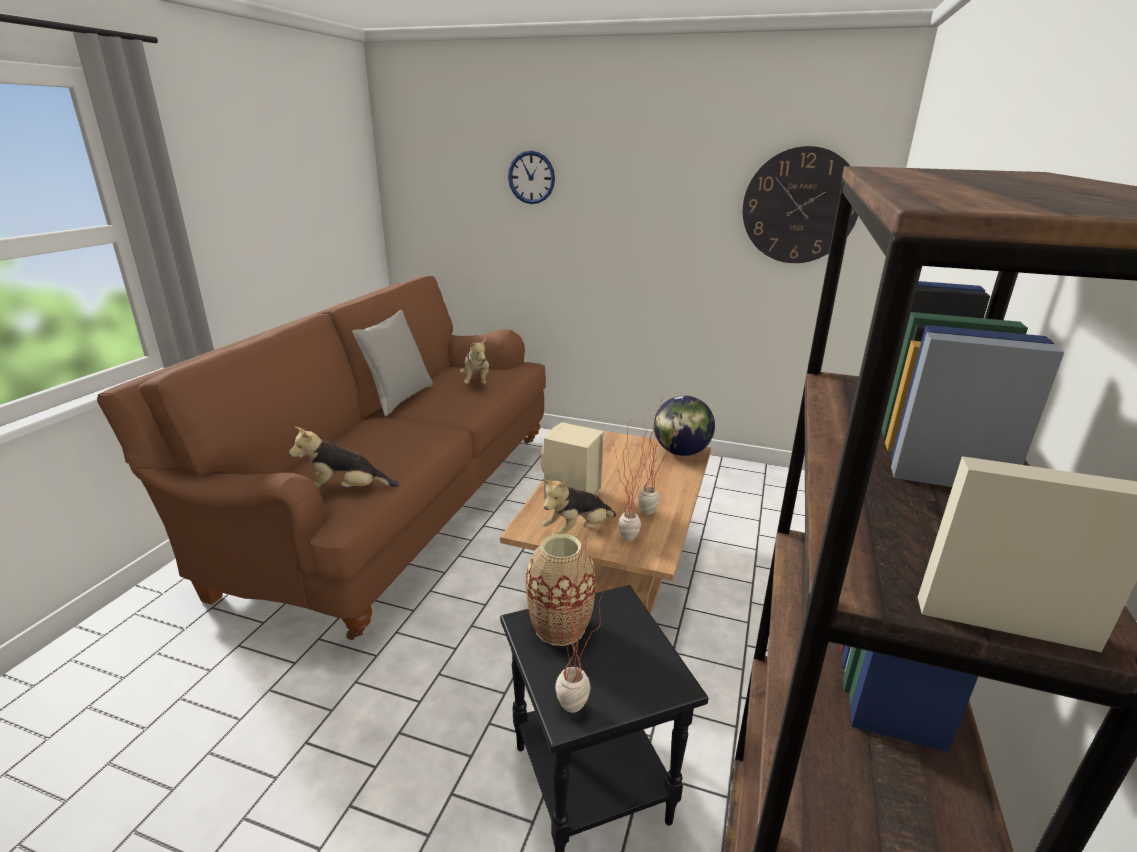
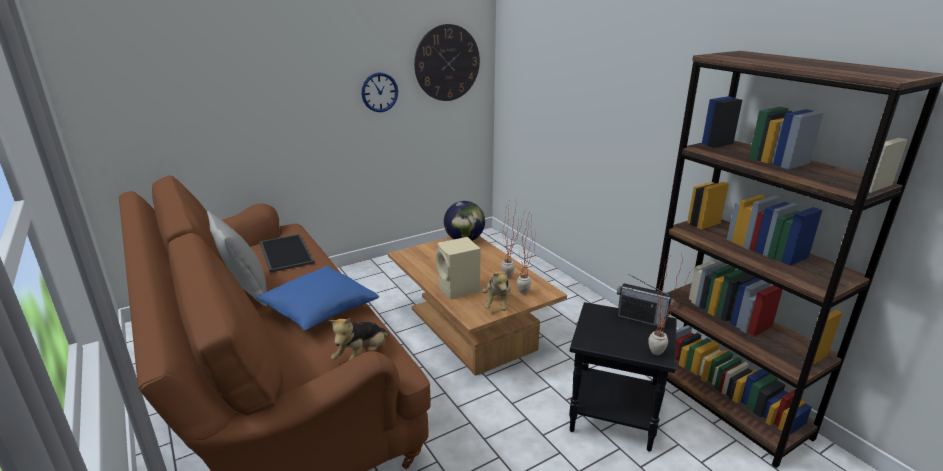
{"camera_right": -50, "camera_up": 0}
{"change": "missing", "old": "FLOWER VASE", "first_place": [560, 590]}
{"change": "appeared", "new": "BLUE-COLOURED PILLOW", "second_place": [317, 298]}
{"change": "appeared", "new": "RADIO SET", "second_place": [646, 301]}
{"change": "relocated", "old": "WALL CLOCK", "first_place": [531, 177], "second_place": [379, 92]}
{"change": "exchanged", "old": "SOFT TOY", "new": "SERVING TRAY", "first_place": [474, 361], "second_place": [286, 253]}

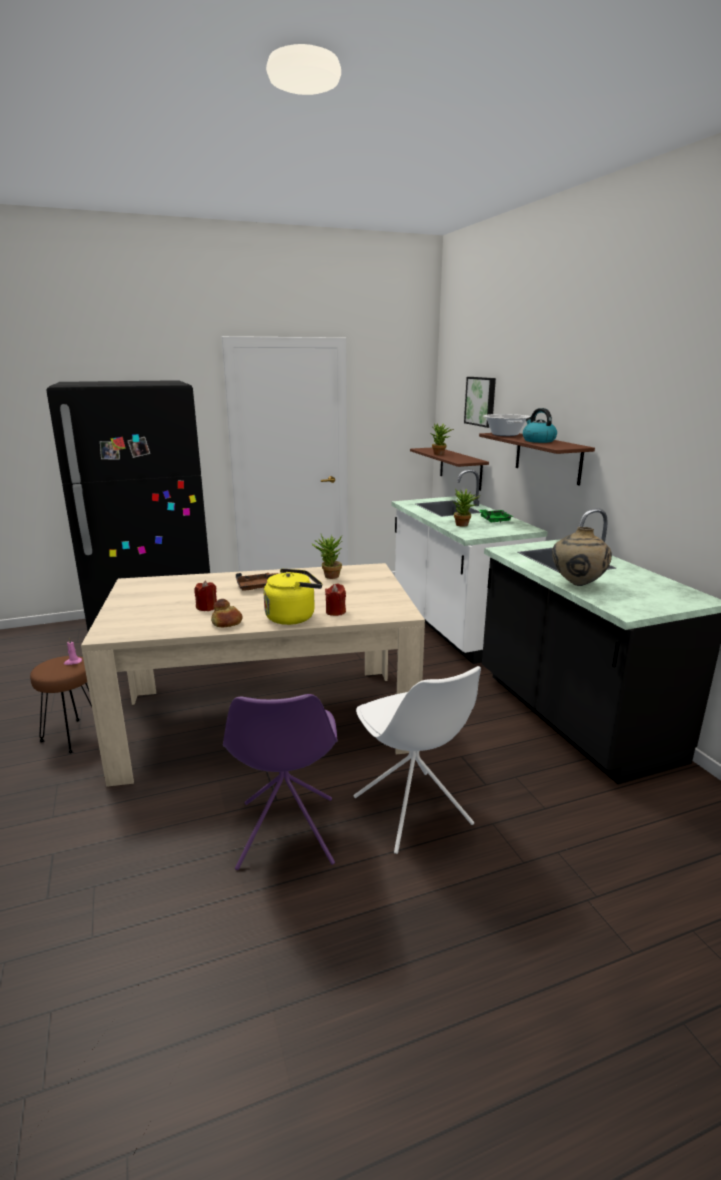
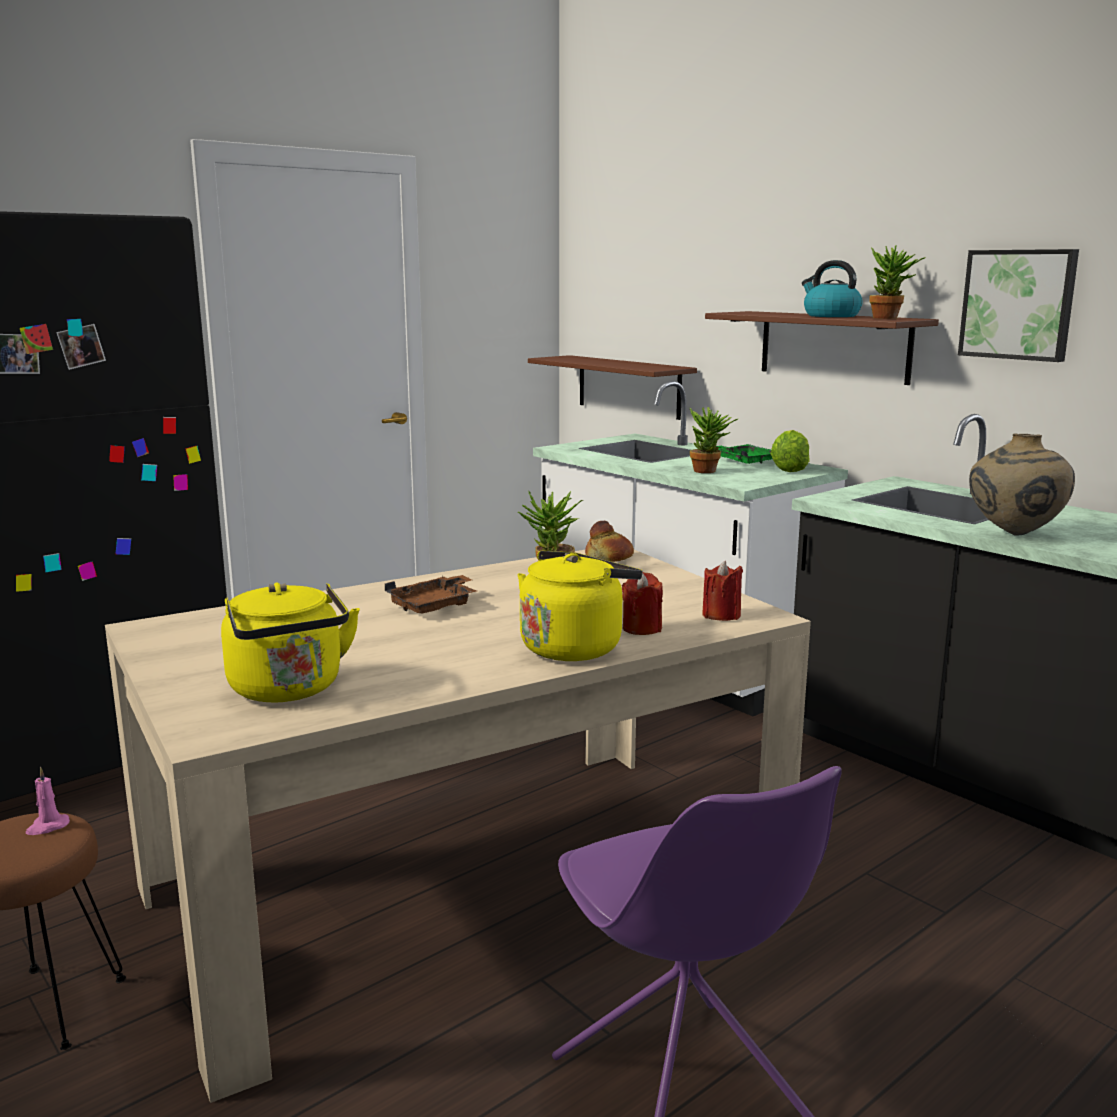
{"camera_right": -20, "camera_up": -5}
{"change": "missing", "old": "WHITISH PLAIN CHAIR", "first_place": [417, 760]}
{"change": "missing", "old": "STOCKPOT", "first_place": [506, 425]}
{"change": "appeared", "new": "YELLOWISH WATER KETTLE", "second_place": [290, 642]}
{"change": "appeared", "new": "LETTUCE", "second_place": [790, 451]}
{"change": "relocated", "old": "RED-COLOURED CANDLE", "first_place": [205, 595], "second_place": [722, 591]}
{"change": "relocated", "old": "BAKERY BREAD", "first_place": [227, 613], "second_place": [609, 541]}
{"change": "relocated", "old": "HOUSEPLANT", "first_place": [442, 439], "second_place": [897, 282]}
{"change": "relocated", "old": "WALL PICTURE", "first_place": [480, 402], "second_place": [1018, 305]}

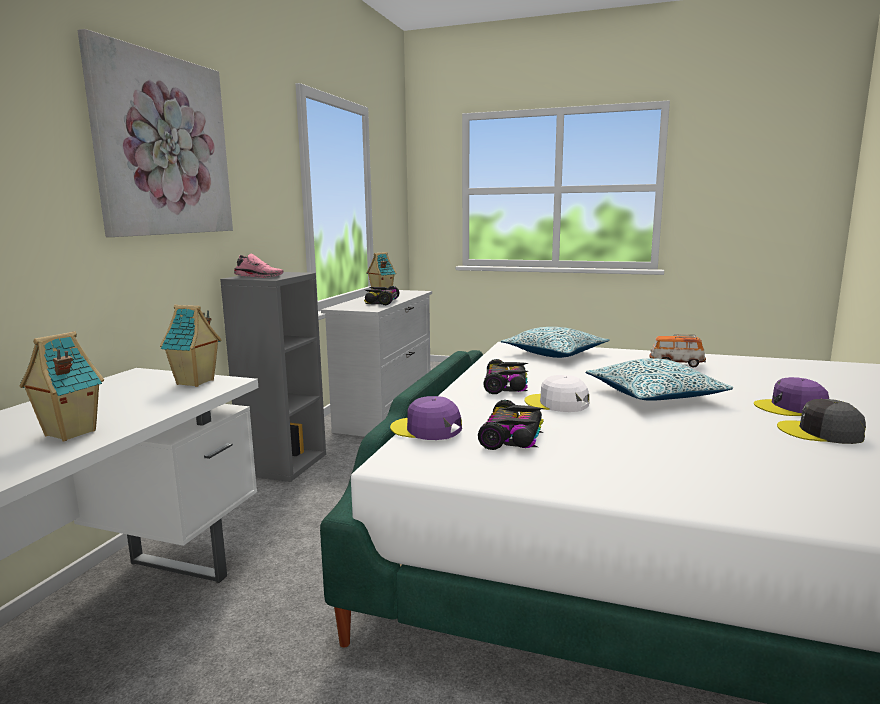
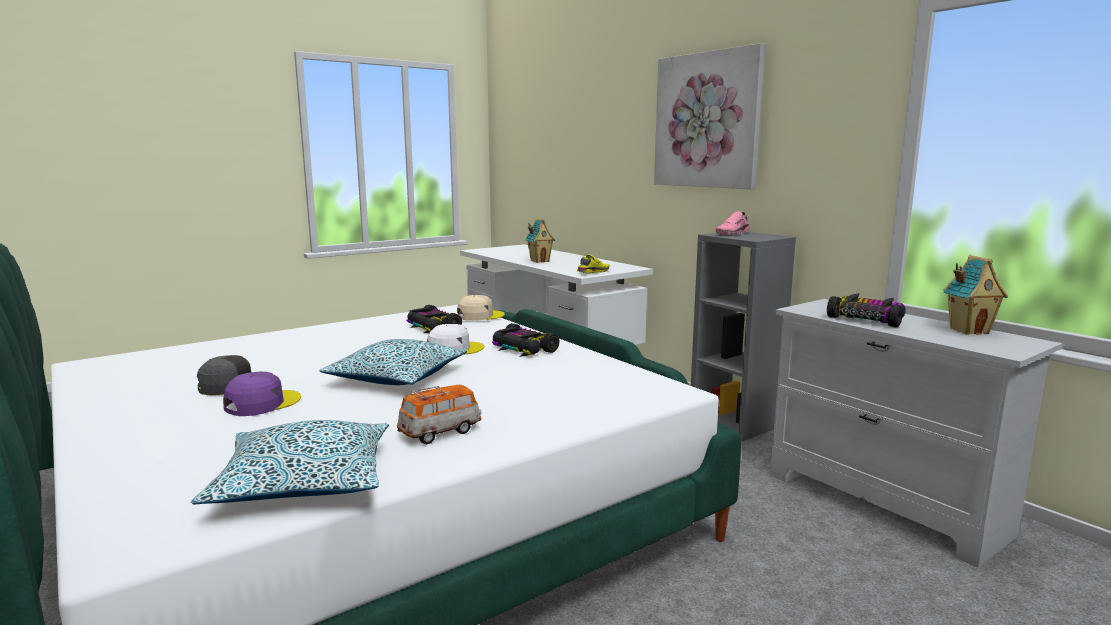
{"camera_right": 125, "camera_up": 0}
{"change": "relocated", "old": "PILLOW", "first_place": [555, 342], "second_place": [290, 462]}
{"change": "exchanged", "old": "MODEL HOUSE", "new": "YELLOWISH ITEM OF FOOTWEAR", "first_place": [191, 346], "second_place": [593, 263]}
{"change": "colour", "old": "PURPLE-COLOURED PEAKED CAP", "new": "BEIGE PEAKED CAP", "first_place": [426, 418], "second_place": [481, 308]}

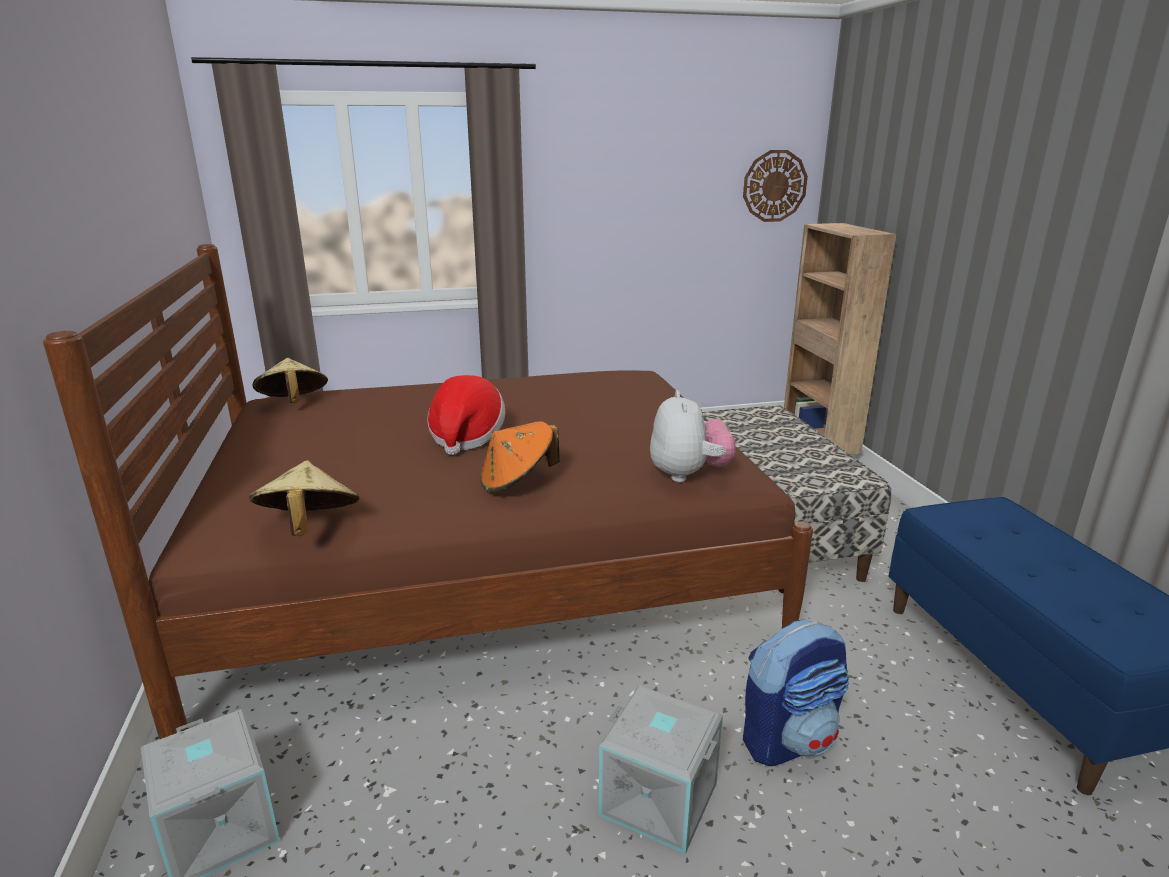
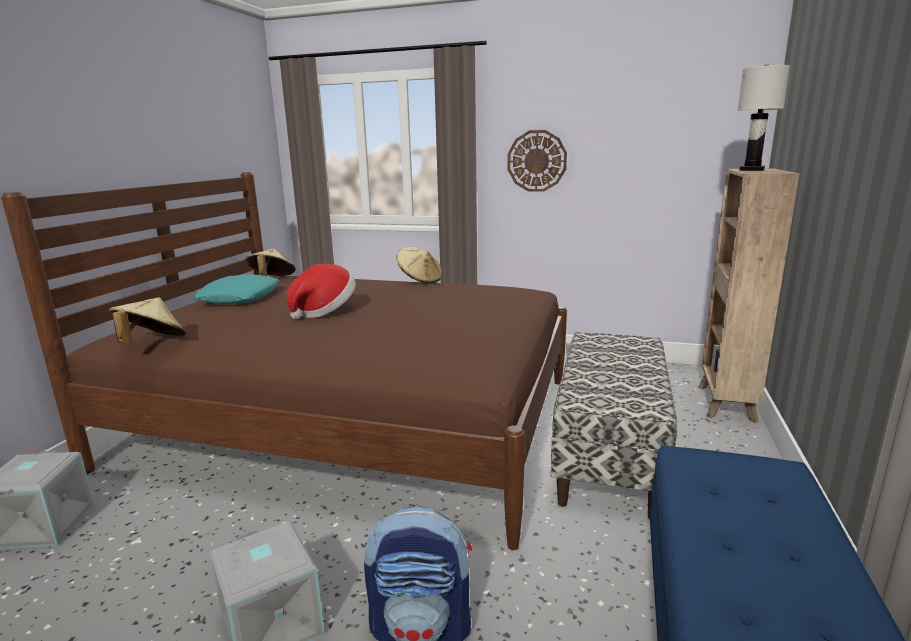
{"camera_right": 30, "camera_up": -5}
{"change": "missing", "old": "ORANGEY CLOTHING HAT", "first_place": [520, 457]}
{"change": "missing", "old": "SOFT TOY", "first_place": [693, 436]}
{"change": "appeared", "new": "TURQUOISE PILLOW", "second_place": [236, 289]}
{"change": "appeared", "new": "BEIGE CLOTHING HAT", "second_place": [419, 265]}
{"change": "appeared", "new": "WHITISH TABLETOP LAMP", "second_place": [763, 118]}
{"change": "relocated", "old": "WALL CLOCK", "first_place": [775, 186], "second_place": [537, 161]}

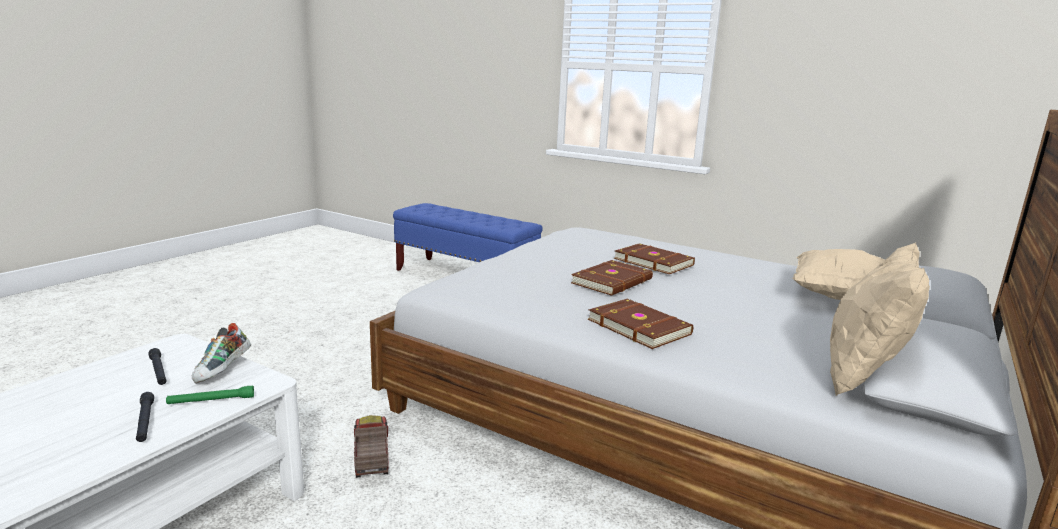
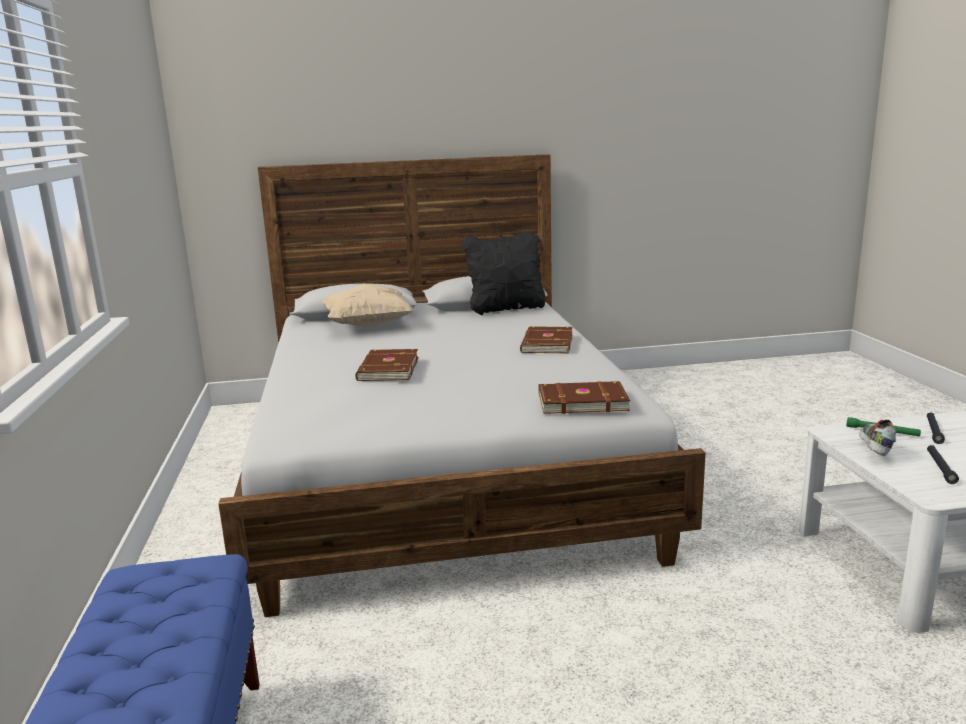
{"camera_right": -130, "camera_up": 0}
{"change": "missing", "old": "TOY TRUCK", "first_place": [371, 446]}
{"change": "relocated", "old": "BROWNISH BOUND BOOK", "first_place": [612, 278], "second_place": [584, 397]}
{"change": "colour", "old": "BEIGE PILLOW", "new": "BLACKISH PILLOW", "first_place": [880, 319], "second_place": [503, 273]}
{"change": "spun", "old": "ITEM OF FOOTWEAR", "first_place": [221, 353], "second_place": [878, 437], "degrees": -45}

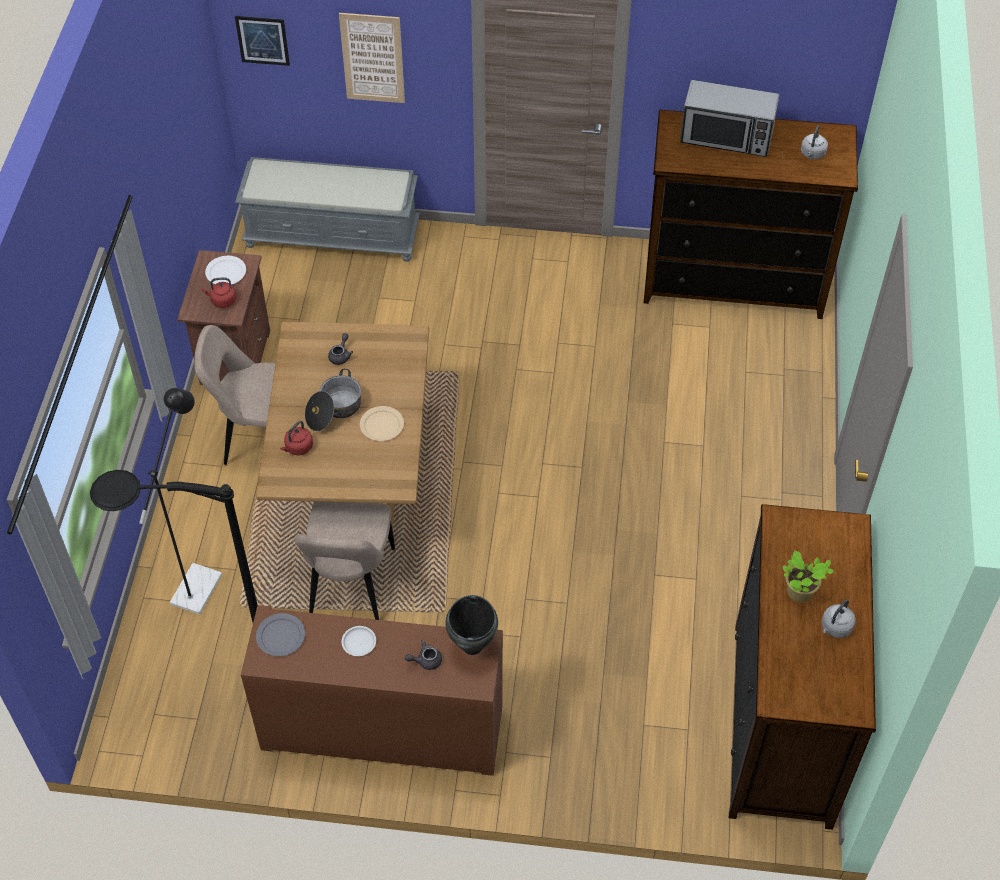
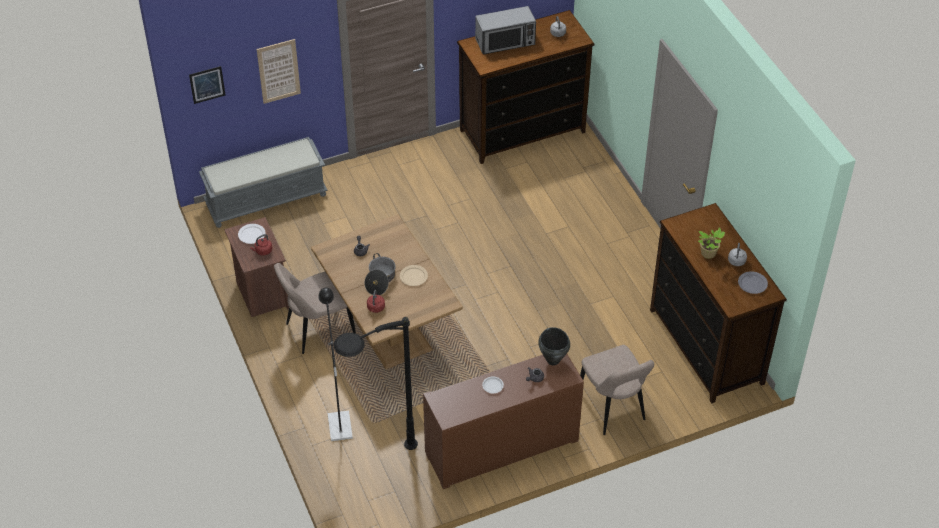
{"camera_right": -30, "camera_up": -5}
{"change": "relocated", "old": "GRAY FLAT DISH", "first_place": [280, 634], "second_place": [753, 282]}
{"change": "relocated", "old": "BEIGE PLAIN CHAIR", "first_place": [345, 561], "second_place": [617, 390]}

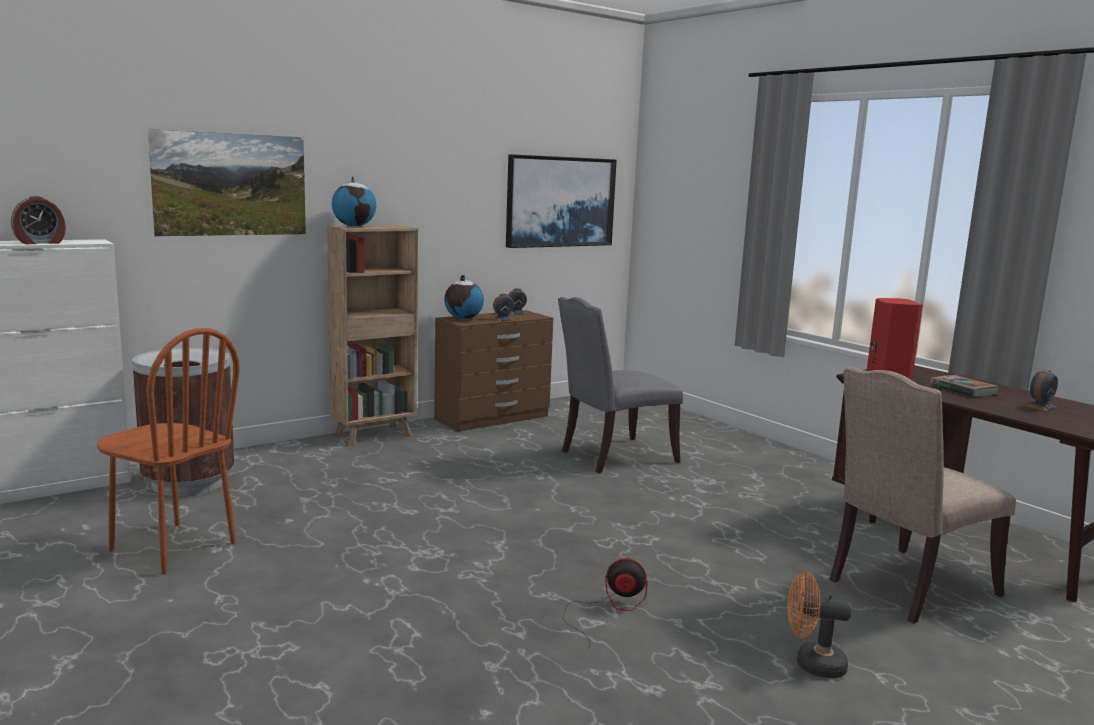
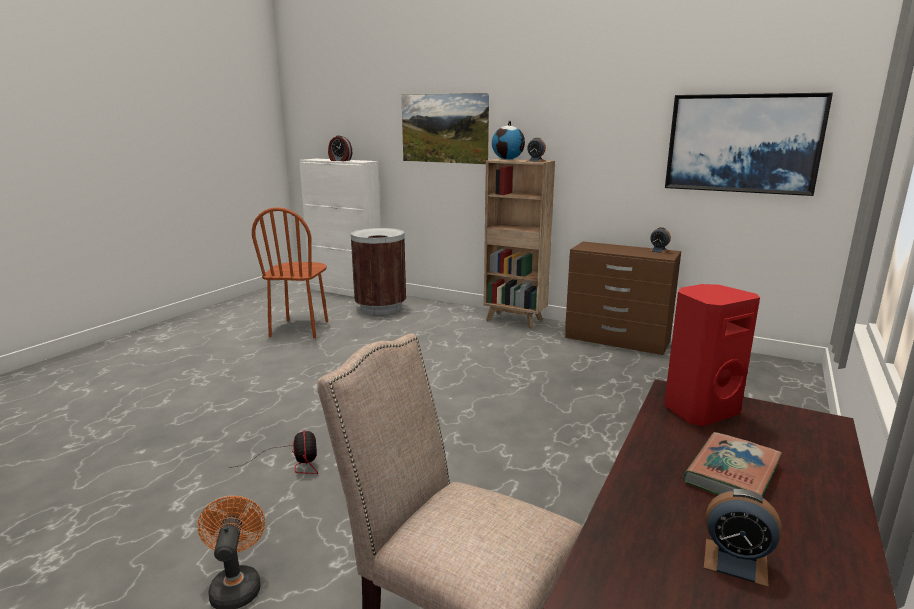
{"camera_right": 65, "camera_up": 5}
{"change": "missing", "old": "WORLD GLOBE", "first_place": [464, 297]}
{"change": "missing", "old": "GRAY PLAIN CHAIR", "first_place": [620, 385]}
{"change": "relocated", "old": "ALARM CLOCK", "first_place": [503, 308], "second_place": [536, 149]}

